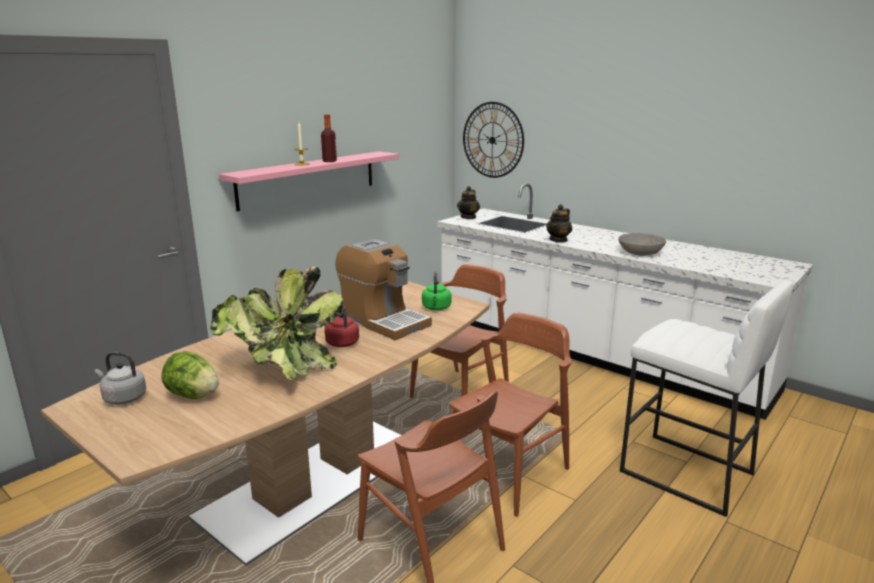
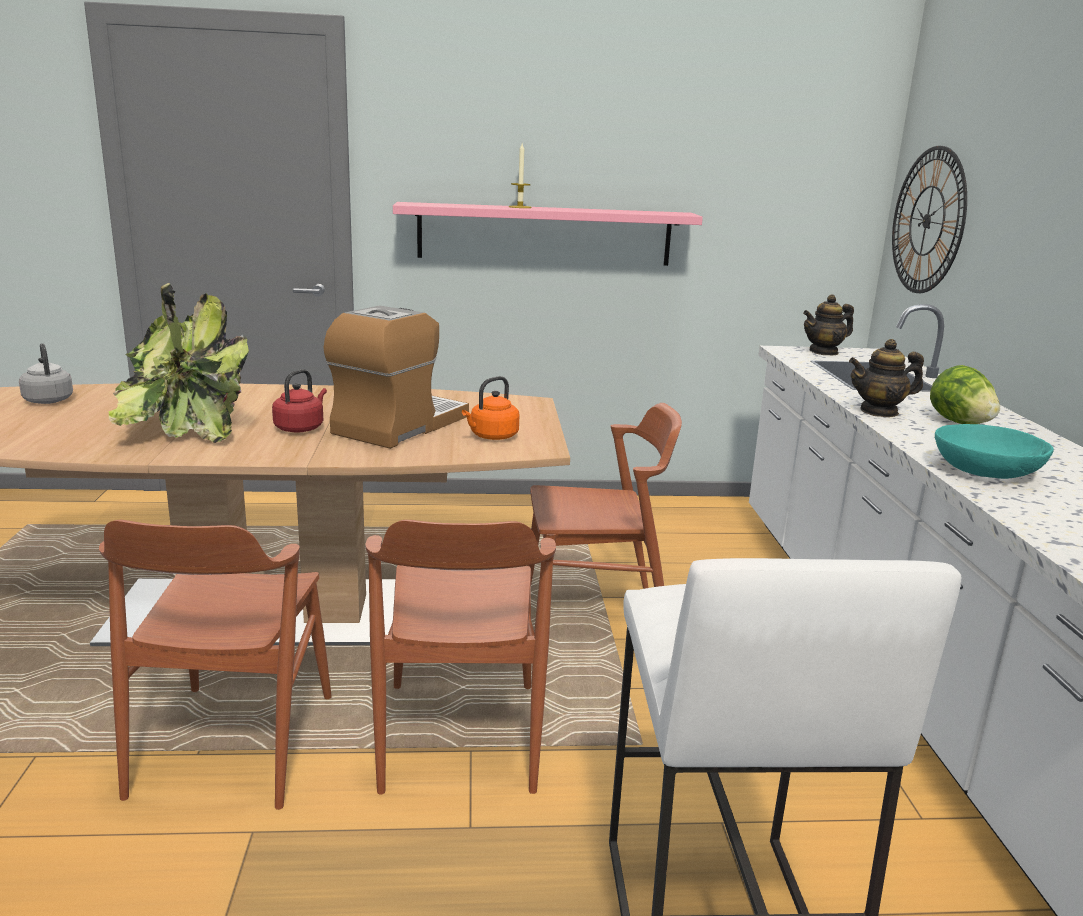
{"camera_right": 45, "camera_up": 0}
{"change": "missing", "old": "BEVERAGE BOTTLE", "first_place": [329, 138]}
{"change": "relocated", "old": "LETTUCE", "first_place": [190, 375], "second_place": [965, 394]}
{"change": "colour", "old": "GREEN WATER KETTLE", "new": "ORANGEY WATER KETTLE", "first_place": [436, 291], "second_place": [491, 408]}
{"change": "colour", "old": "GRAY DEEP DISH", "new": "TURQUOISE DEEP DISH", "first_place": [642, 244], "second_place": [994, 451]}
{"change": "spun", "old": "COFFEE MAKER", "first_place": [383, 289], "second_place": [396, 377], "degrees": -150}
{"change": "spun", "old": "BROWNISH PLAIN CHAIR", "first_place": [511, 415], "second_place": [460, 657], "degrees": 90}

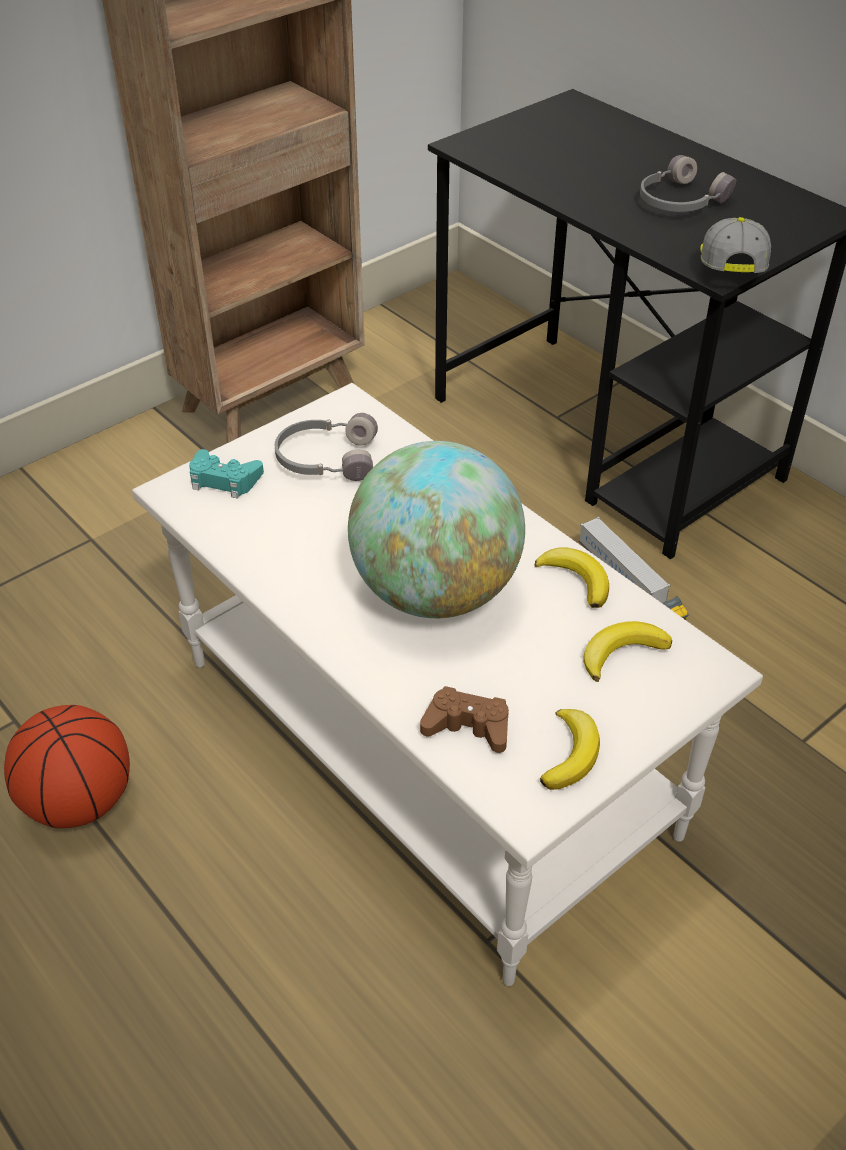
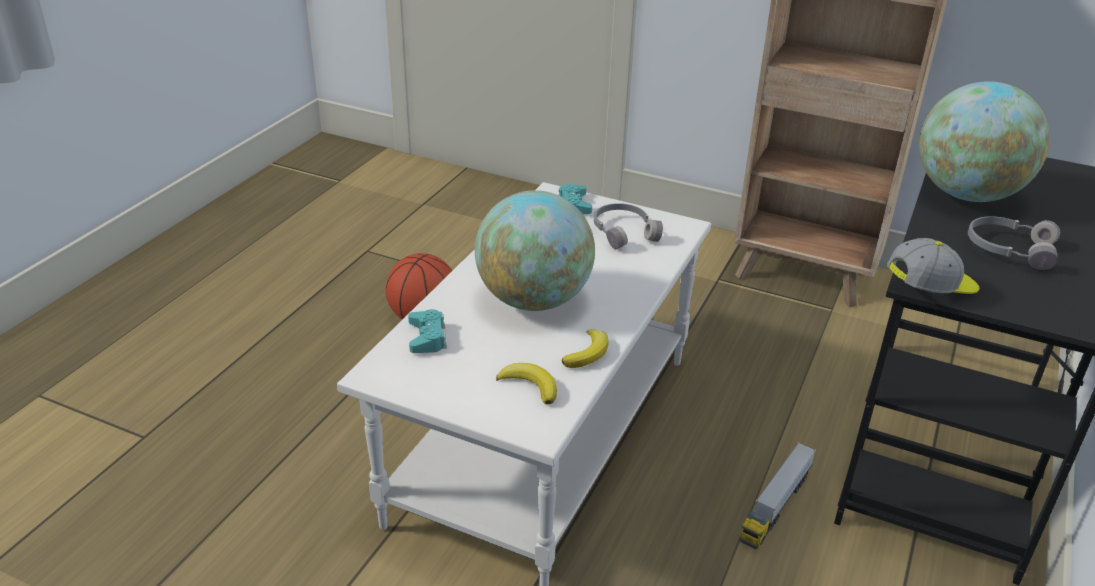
{"camera_right": 65, "camera_up": -10}
{"change": "missing", "old": "BANANA FRUIT", "first_place": [570, 749]}
{"change": "appeared", "new": "WORLD GLOBE", "second_place": [984, 141]}
{"change": "colour", "old": "BROWNISH GAMEPAD", "new": "TURQUOISE GAMEPAD", "first_place": [464, 719], "second_place": [427, 331]}

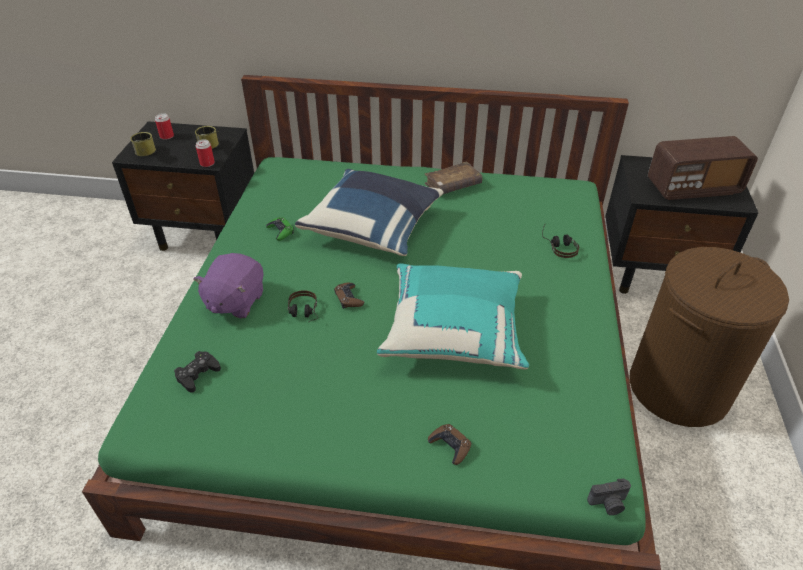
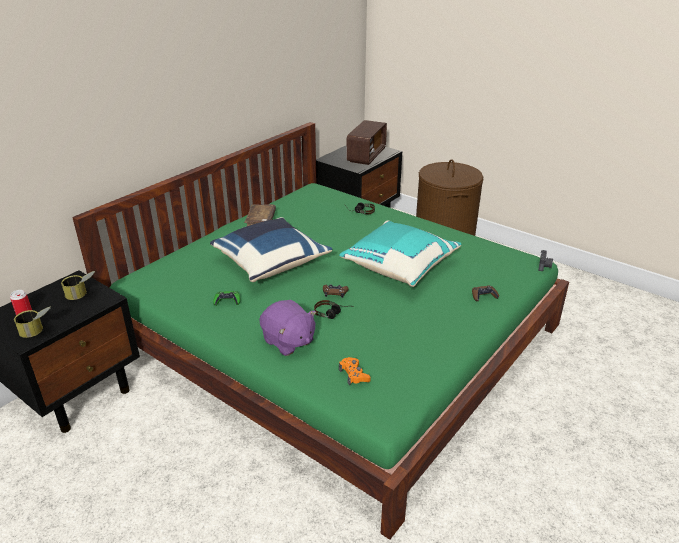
{"camera_right": -60, "camera_up": -10}
{"change": "missing", "old": "METAL CAN", "first_place": [205, 153]}
{"change": "colour", "old": "BLACKISH GAMEPAD", "new": "ORANGEY GAMEPAD", "first_place": [197, 372], "second_place": [355, 371]}

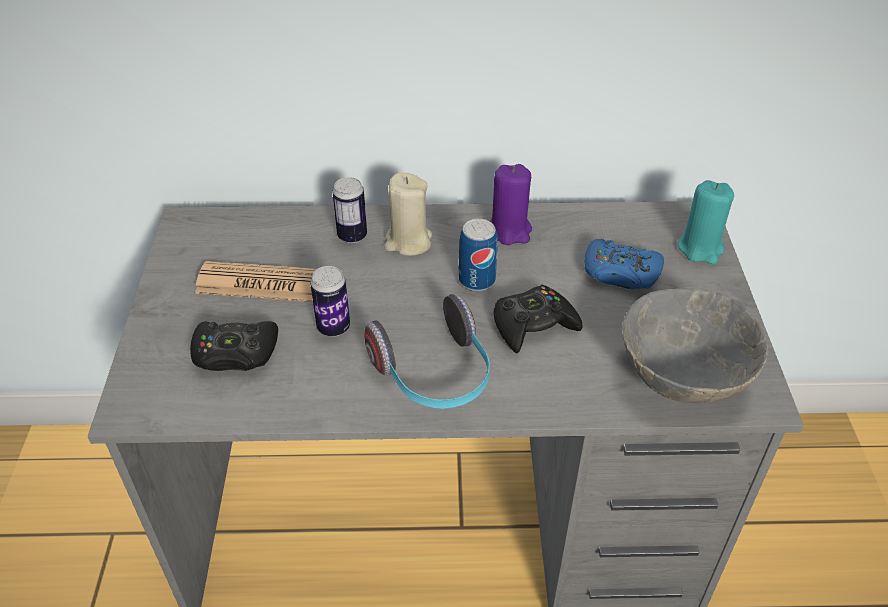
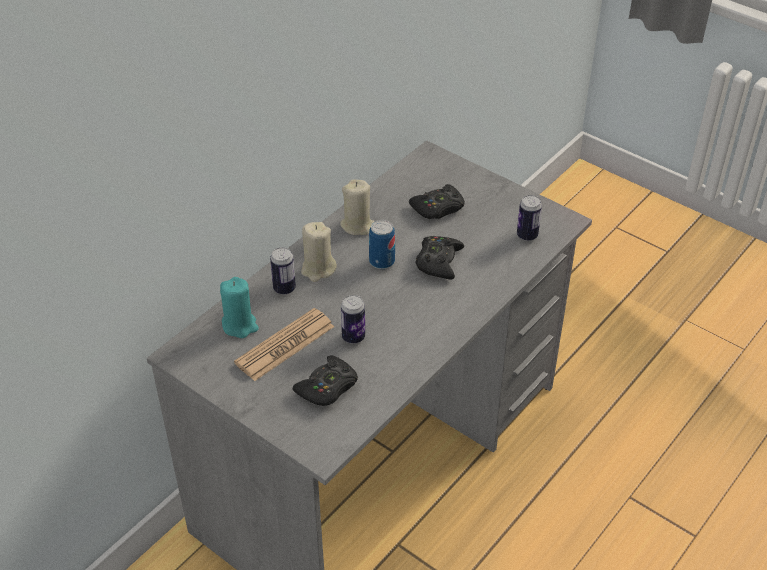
{"camera_right": -50, "camera_up": 0}
{"change": "missing", "old": "HEADSET", "first_place": [427, 351]}
{"change": "relocated", "old": "TURQUOISE CANDLE", "first_place": [706, 222], "second_place": [239, 307]}
{"change": "exchanged", "old": "GRAY DEEP DISH", "new": "METAL CAN", "first_place": [695, 345], "second_place": [529, 218]}
{"change": "colour", "old": "PURPLE-COLOURED CANDLE", "new": "BEIGE CANDLE", "first_place": [511, 204], "second_place": [357, 207]}
{"change": "colour", "old": "BLUE-COLOURED GAMEPAD", "new": "BLACKISH GAMEPAD", "first_place": [624, 264], "second_place": [437, 201]}

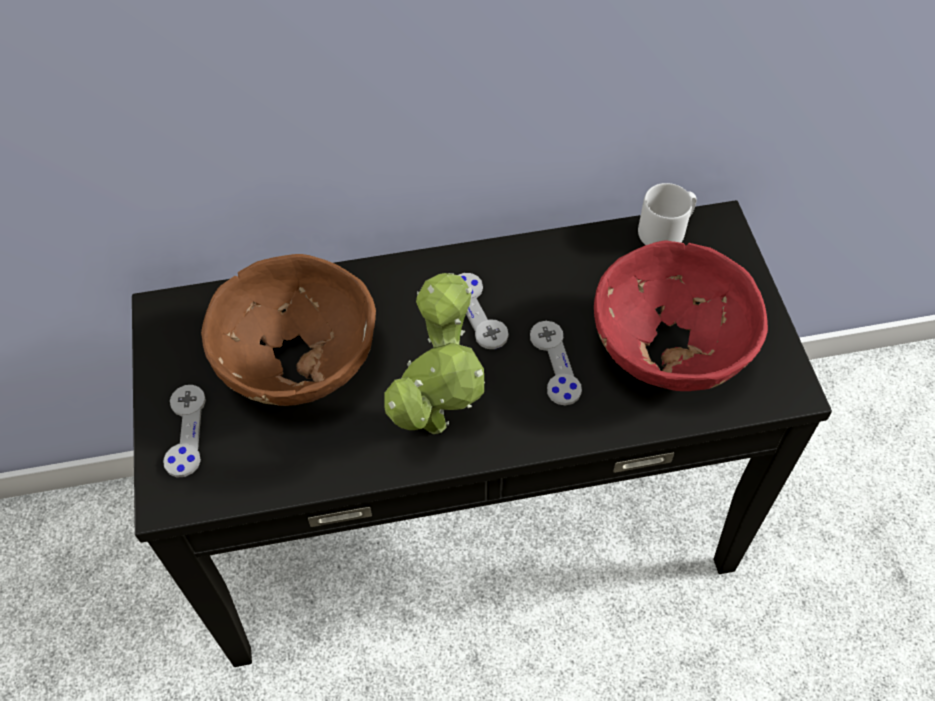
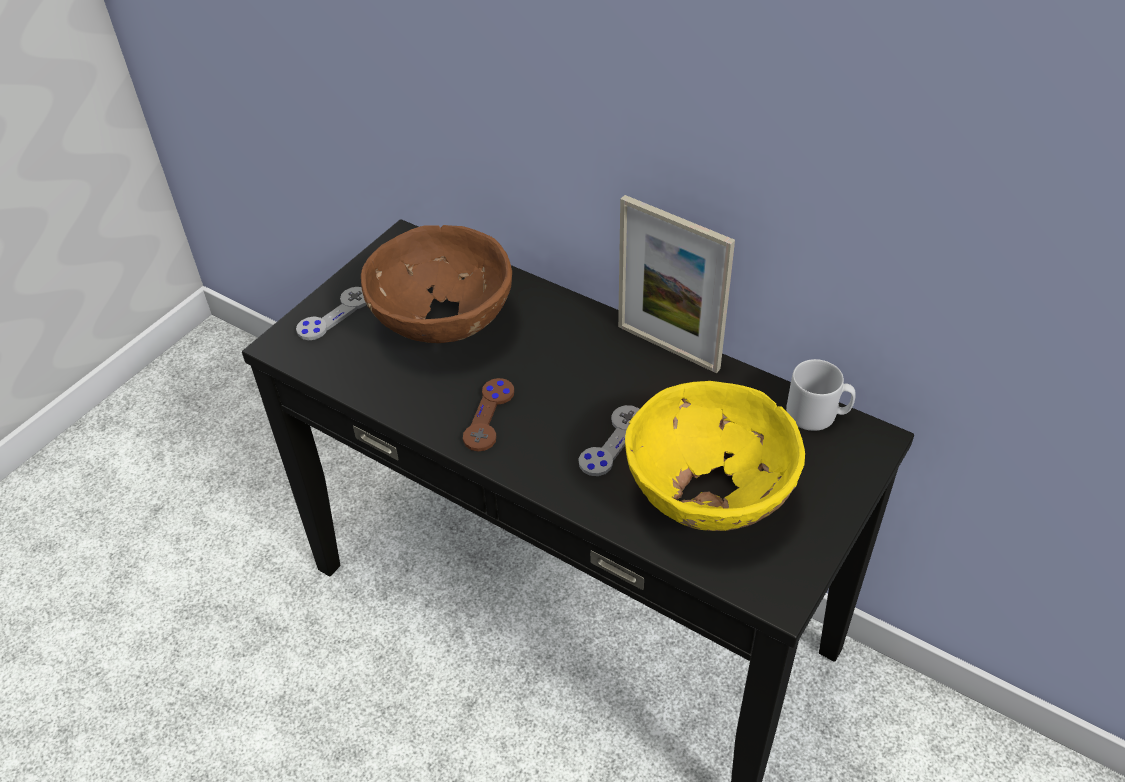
{"camera_right": 45, "camera_up": -10}
{"change": "missing", "old": "GRAY GAMEPAD", "first_place": [484, 311]}
{"change": "appeared", "new": "STANDING FRAME", "second_place": [676, 284]}
{"change": "exchanged", "old": "HOUSEPLANT", "new": "BROWNISH GAMEPAD", "first_place": [434, 353], "second_place": [488, 415]}
{"change": "colour", "old": "RED-COLOURED DEEP DISH", "new": "YELLOWISH DEEP DISH", "first_place": [681, 315], "second_place": [715, 456]}

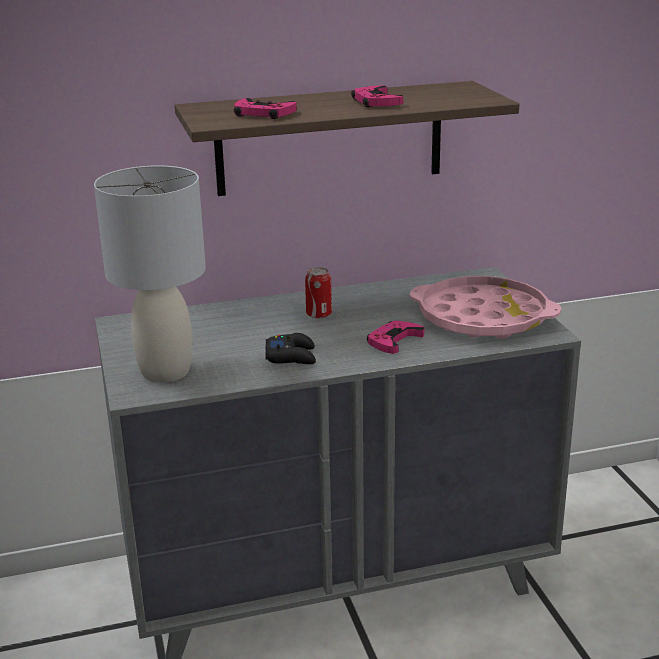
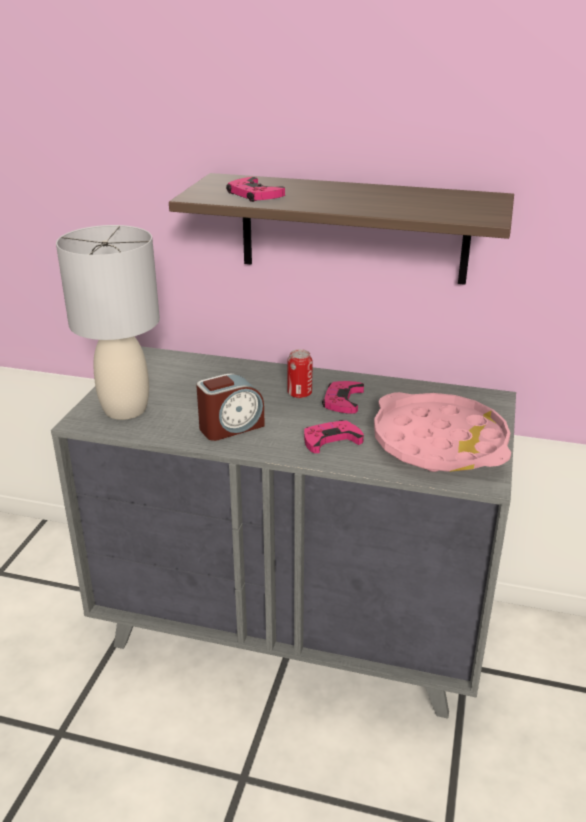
{"camera_right": 30, "camera_up": 5}
{"change": "relocated", "old": "PINKISH GAMEPAD", "first_place": [377, 96], "second_place": [343, 397]}
{"change": "exchanged", "old": "BLACKISH GAMEPAD", "new": "ALARM CLOCK", "first_place": [291, 348], "second_place": [230, 407]}

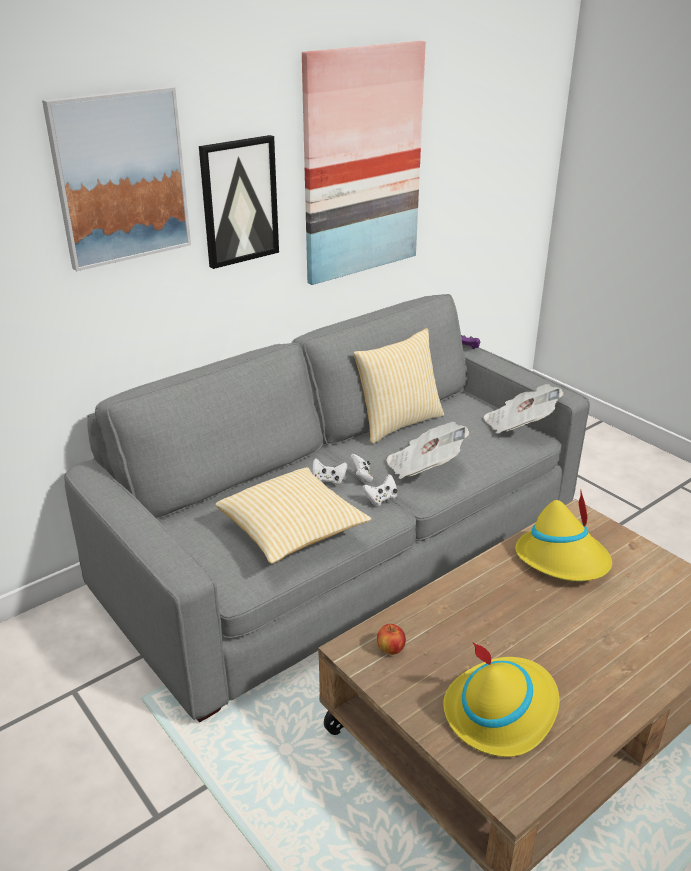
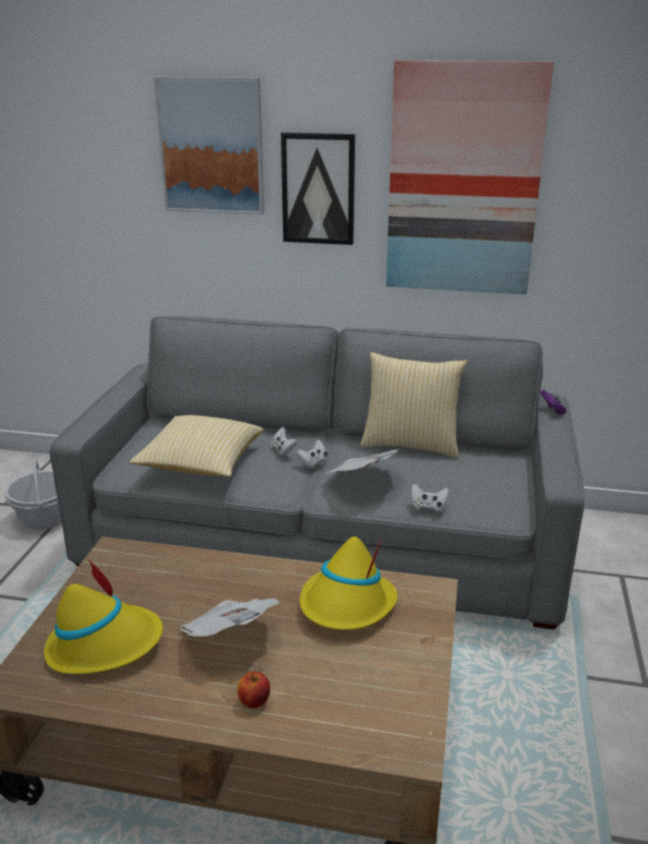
{"camera_right": 50, "camera_up": -5}
{"change": "appeared", "new": "STORAGE BASKET", "second_place": [33, 494]}
{"change": "relocated", "old": "WHITISH GAMEPAD", "first_place": [379, 490], "second_place": [430, 498]}
{"change": "relocated", "old": "WHOLE APPLE", "first_place": [391, 639], "second_place": [253, 689]}
{"change": "relocated", "old": "PRINTED PAPER", "first_place": [523, 409], "second_place": [230, 617]}

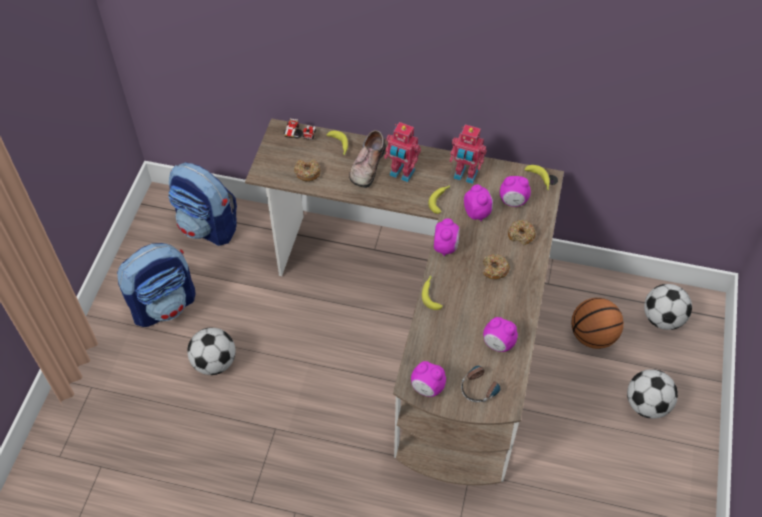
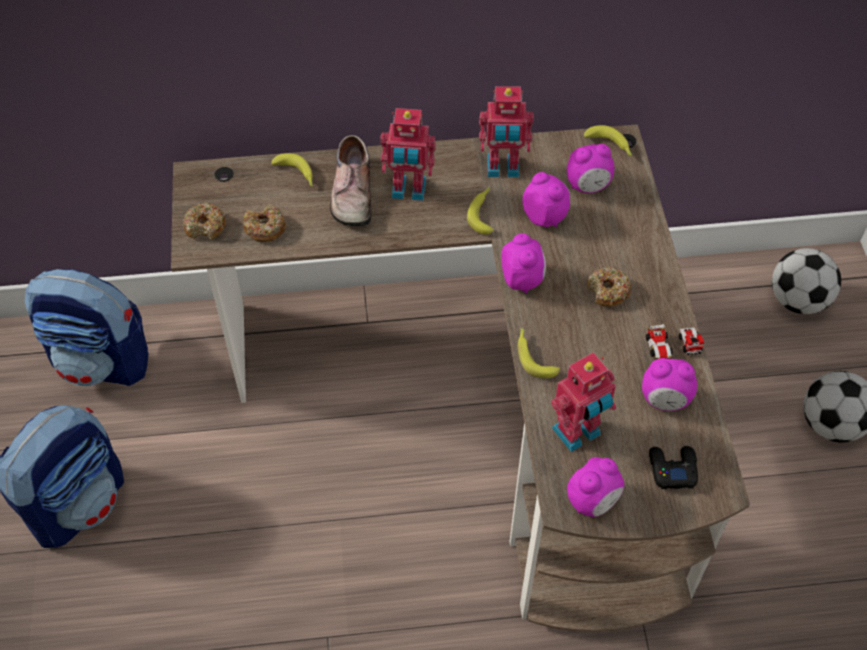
{"camera_right": -20, "camera_up": 0}
{"change": "missing", "old": "FOOTBALL", "first_place": [211, 351]}
{"change": "missing", "old": "BASKETBALL BALL", "first_place": [597, 323]}
{"change": "appeared", "new": "ROBOT FIGURE", "second_place": [583, 402]}
{"change": "relocated", "old": "MODEL CAR", "first_place": [300, 129], "second_place": [675, 342]}
{"change": "relocated", "old": "RING DOUGHNUT", "first_place": [522, 232], "second_place": [204, 221]}
{"change": "exchanged", "old": "HEADSET", "new": "BLACKISH GAMEPAD", "first_place": [484, 384], "second_place": [673, 467]}
{"change": "spun", "old": "ALARM CLOCK", "first_place": [428, 379], "second_place": [595, 487], "degrees": -45}

